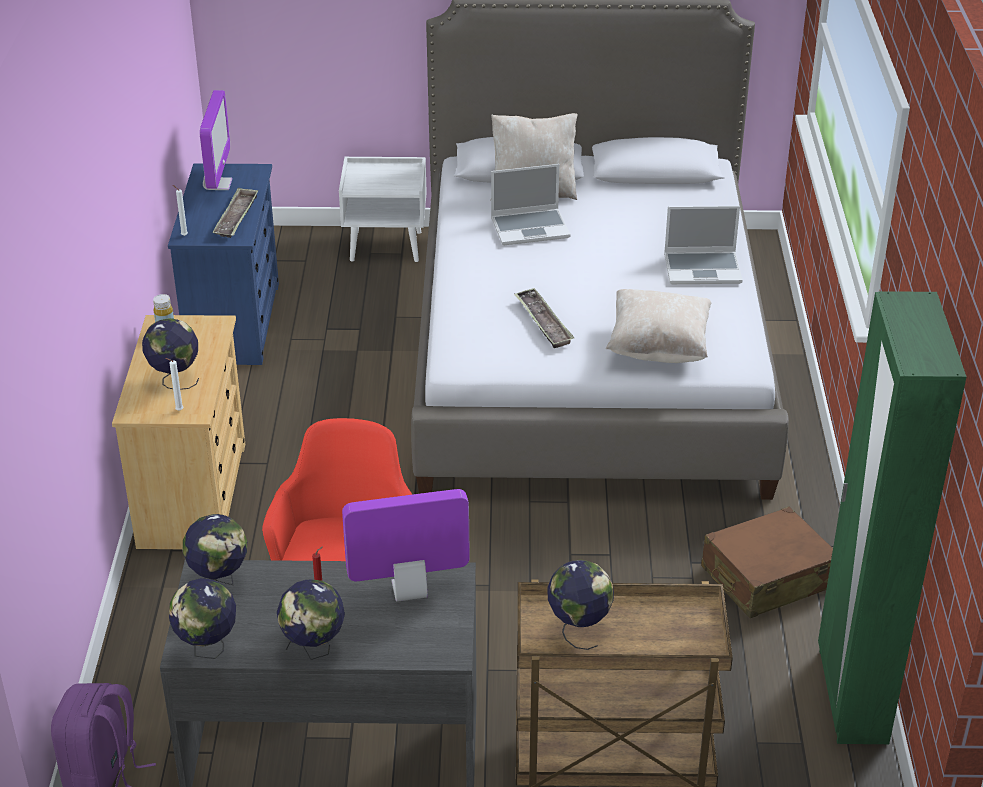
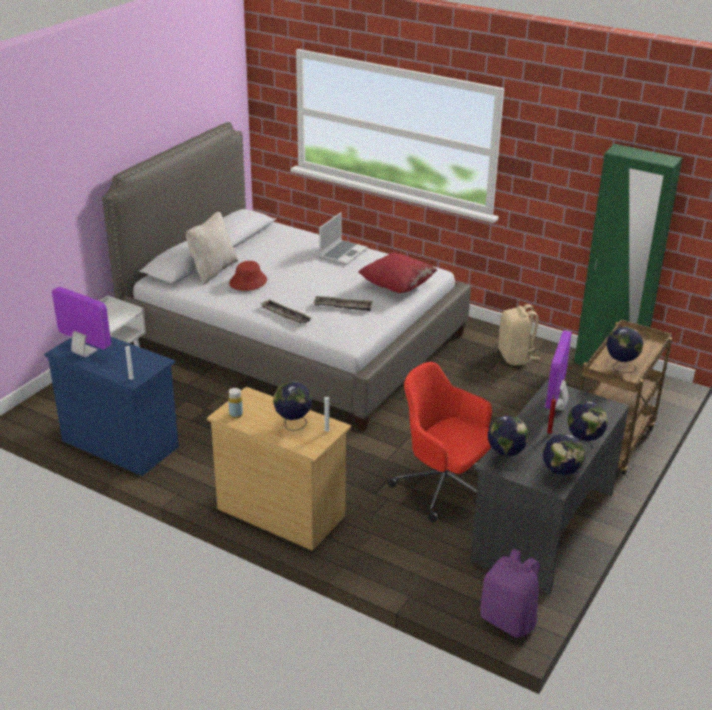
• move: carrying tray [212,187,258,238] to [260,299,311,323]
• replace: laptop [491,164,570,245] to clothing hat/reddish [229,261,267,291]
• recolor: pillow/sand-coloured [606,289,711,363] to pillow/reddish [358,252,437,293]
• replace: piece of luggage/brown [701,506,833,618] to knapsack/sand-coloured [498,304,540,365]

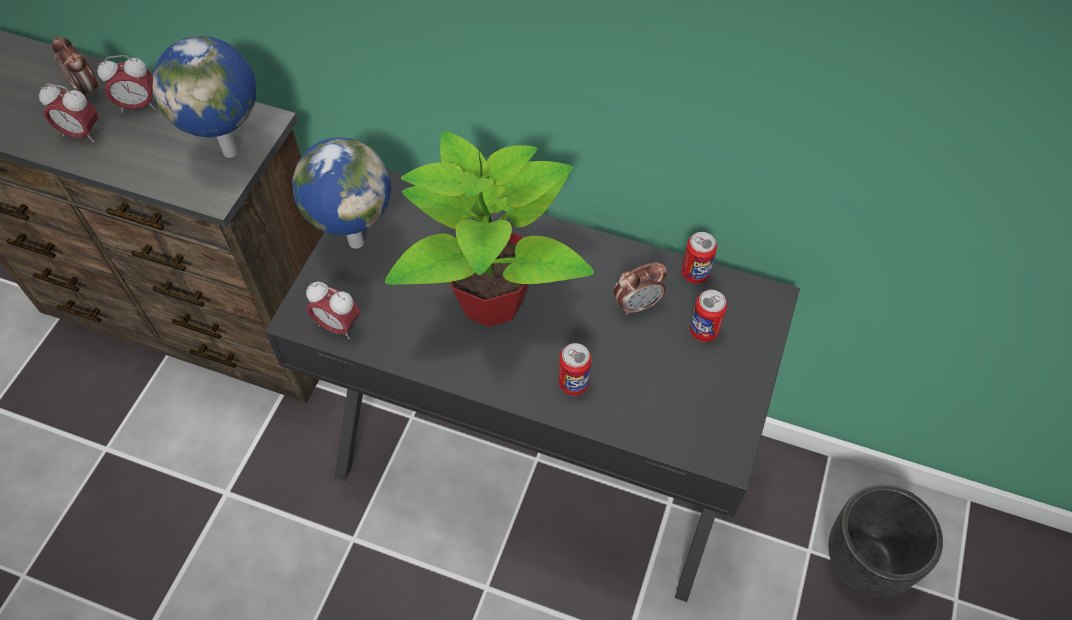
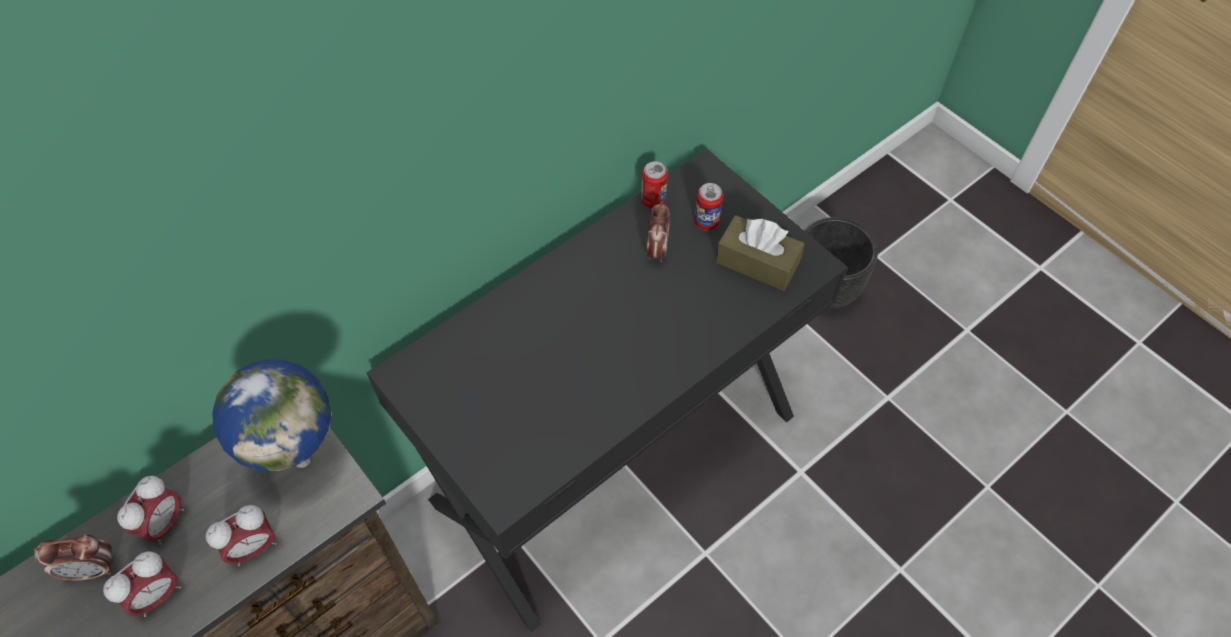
• delete: desk globe [292,137,391,249]
• move: alarm clock [306,282,360,339] to [206,505,277,566]
• delete: plant in a pot [385,131,594,327]
• delete: metal can [559,343,592,396]
• insert: tissue box/brown [716,215,805,291]

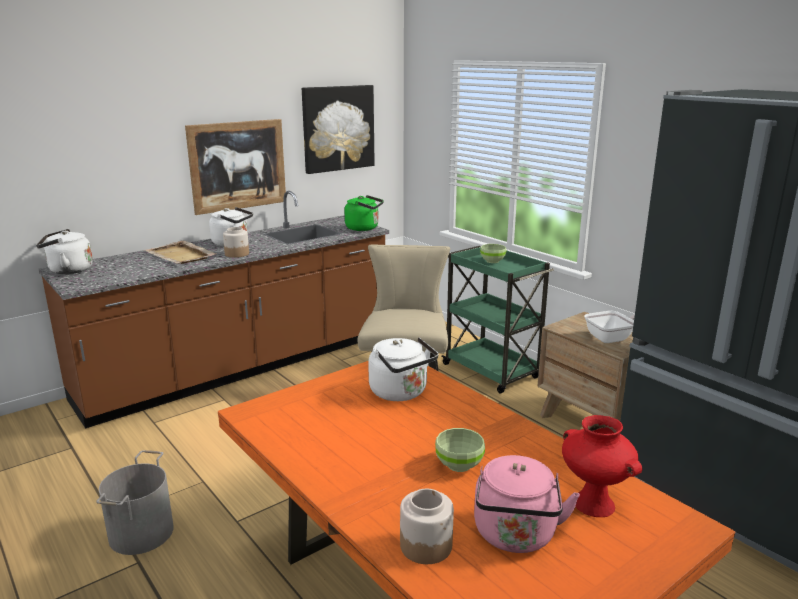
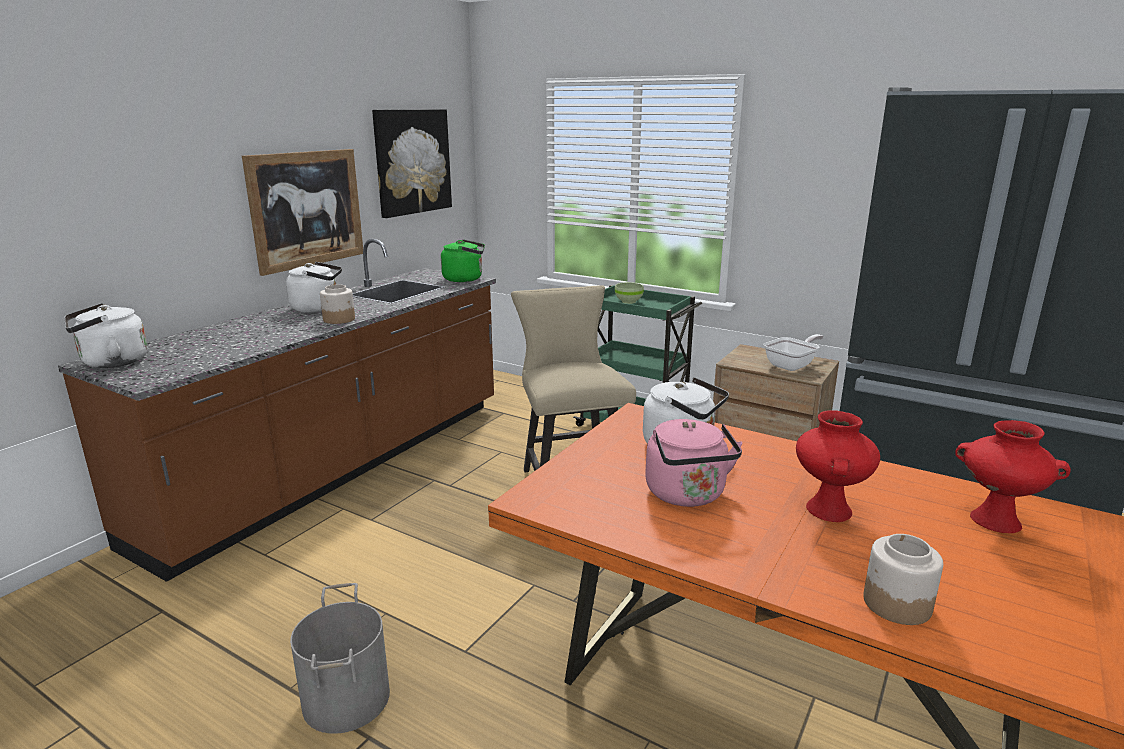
• delete: carrying tray/sand-coloured [145,240,216,264]
• replace: serving bowl/green-coloured [435,428,485,472] to flower vase/reddish [796,410,880,522]
• move: kettle/pink [474,455,580,553] to [645,419,743,507]

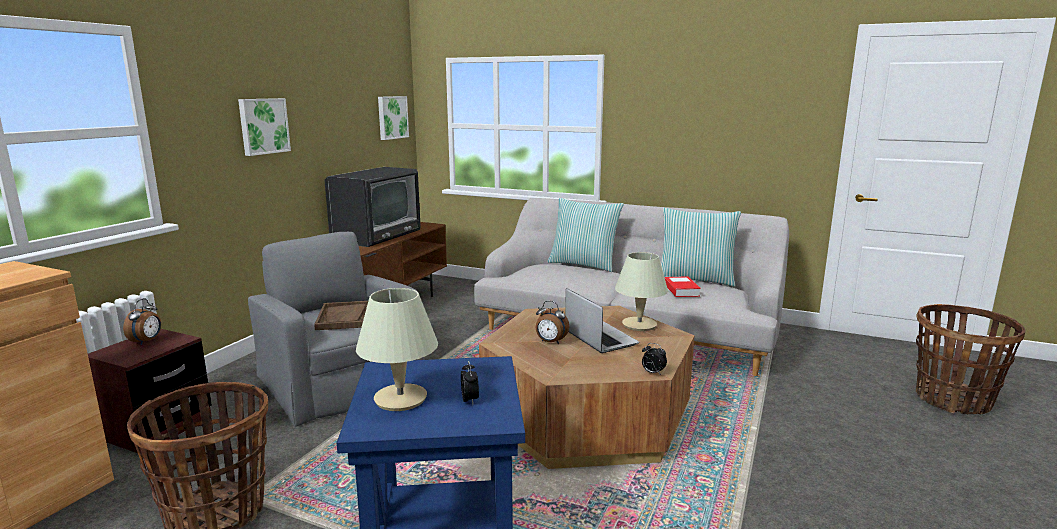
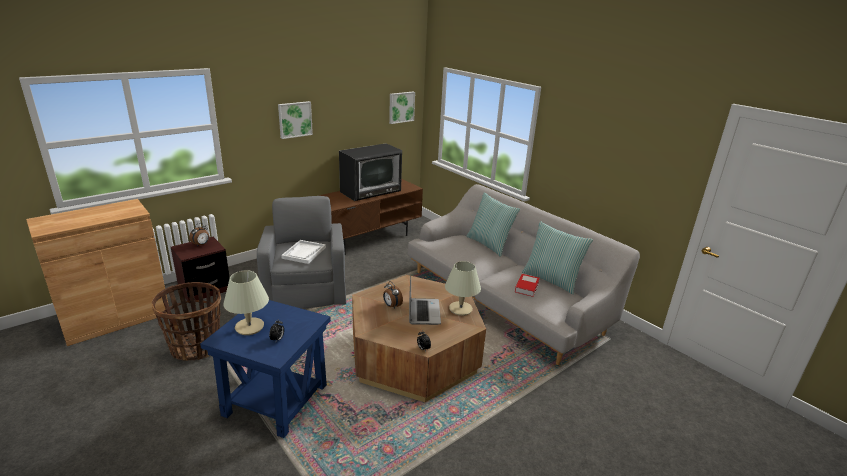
• recolor: carrying tray/brown [314,301,368,330] to carrying tray/whitish [281,240,326,264]
• delete: storage basket [916,304,1026,414]

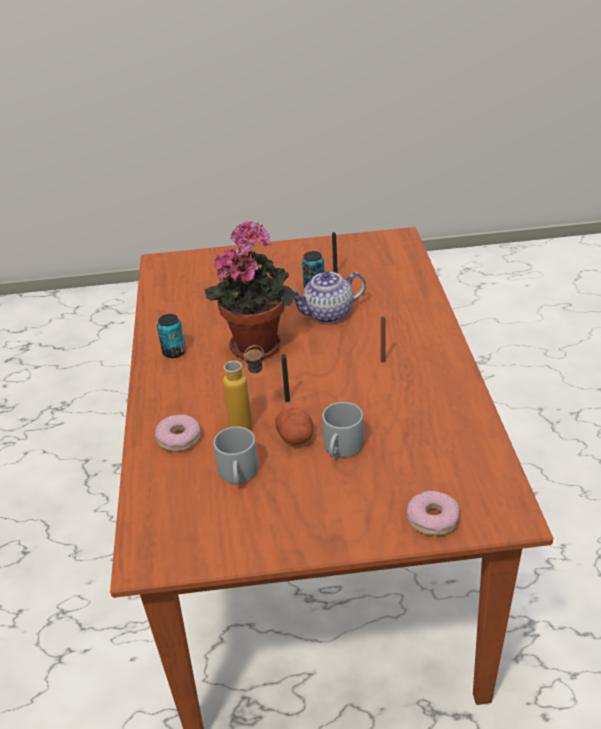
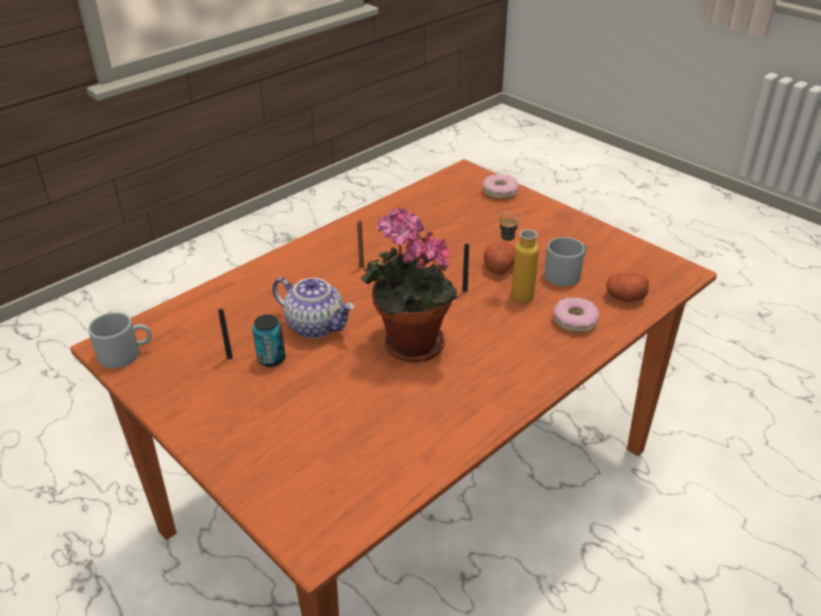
• delete: metal can [157,314,186,358]
• move: coffee mug/grey [322,402,364,457] to [88,312,152,368]
• insert: spud [606,273,649,302]

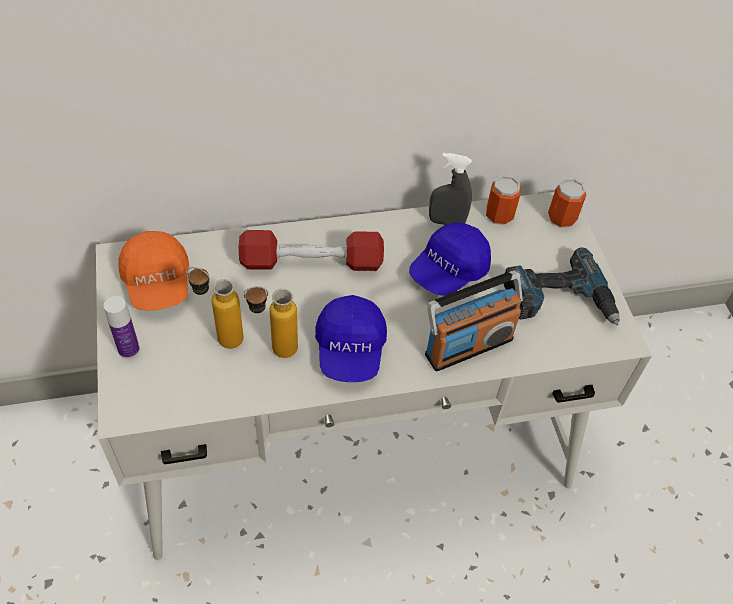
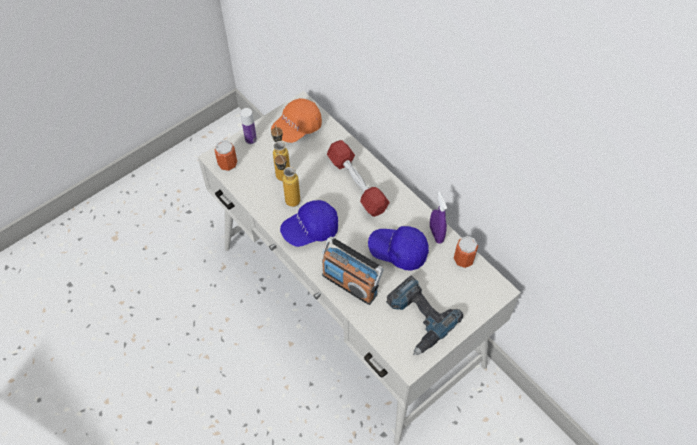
• recolor: sprayer/grey [429,153,472,225] to sprayer/purplish [430,191,447,244]
• move: metal can [548,179,586,228] to [214,140,237,171]

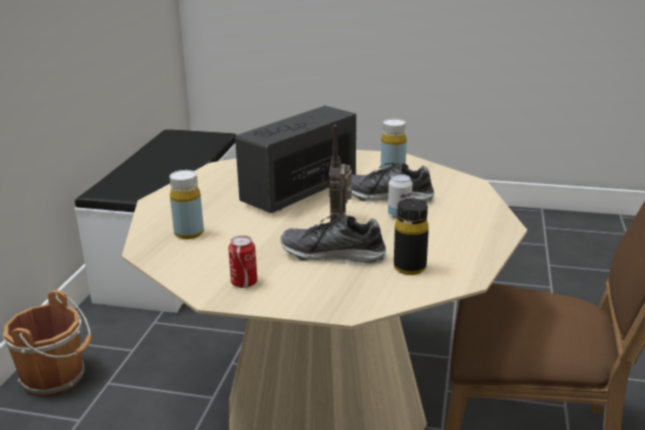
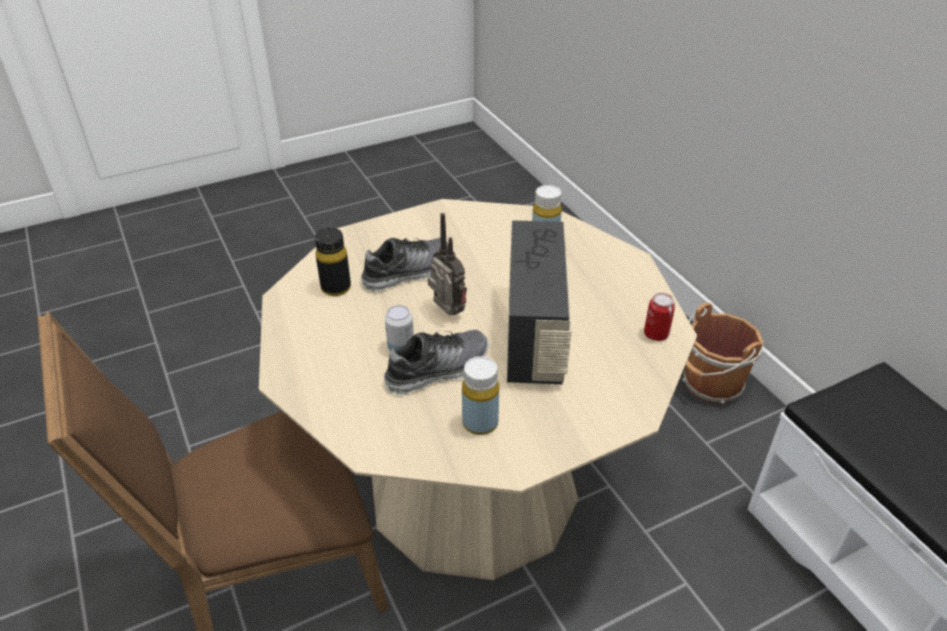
• move: metal can [228,236,257,288] to [644,293,675,341]

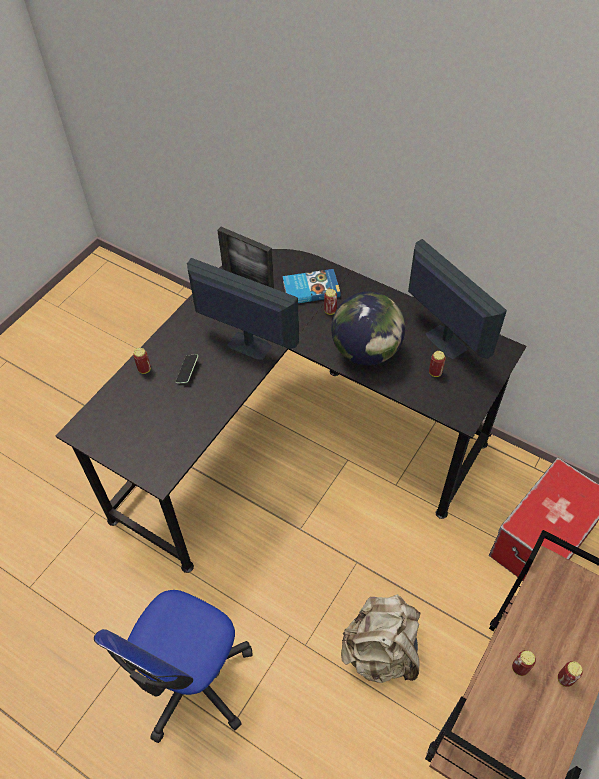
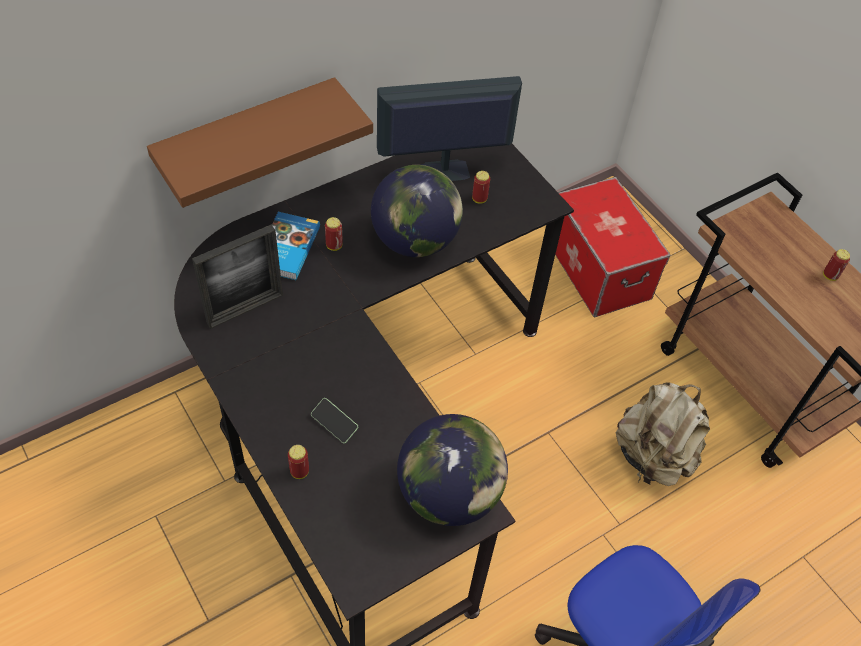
• delete: computer screen [187,258,299,360]
• delete: metal can [512,650,536,676]
• insert: bracket shelf/brown [147,77,373,208]
• insert: desk globe [397,414,508,526]

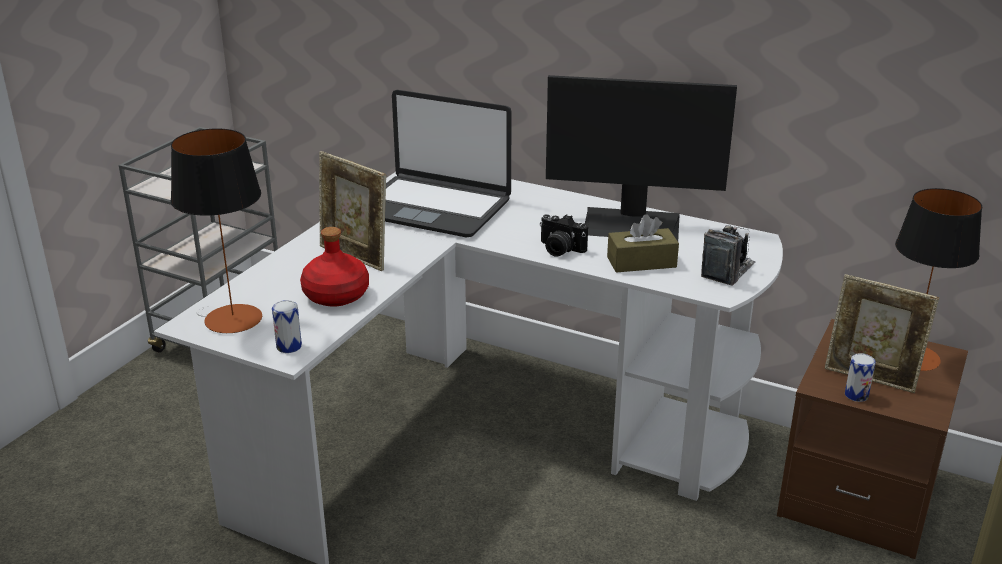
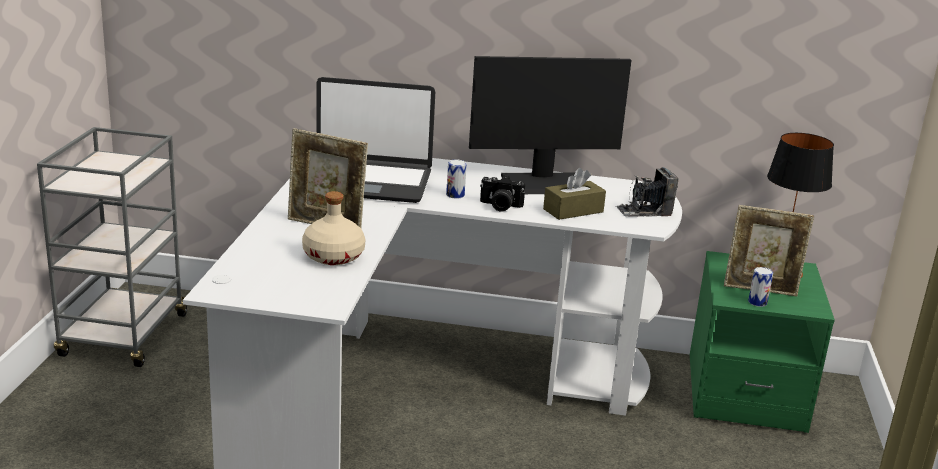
• delete: lamp for a table [171,128,262,333]
• move: metal can [272,300,302,353] to [446,159,467,199]
• recolor: bottle/reddish [300,227,369,307] to bottle/sand-coloured [302,191,366,265]
• rotate: still camera [701,225,756,286] = [616,167,679,217] 120 degrees counterclockwise
• recolor: bedside table/brown [777,319,968,559] to bedside table/green-coloured [690,251,835,433]

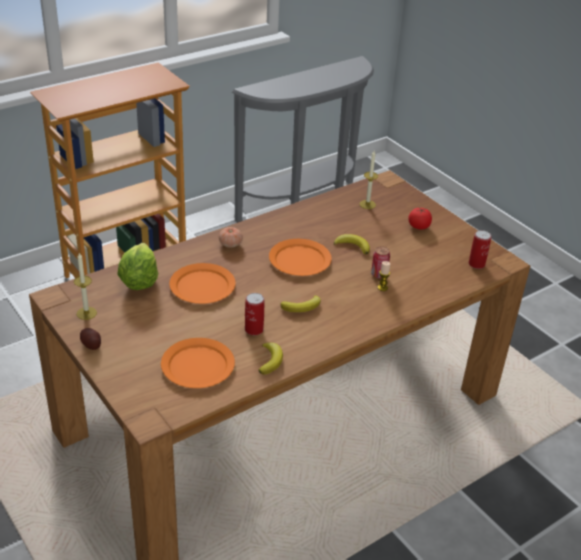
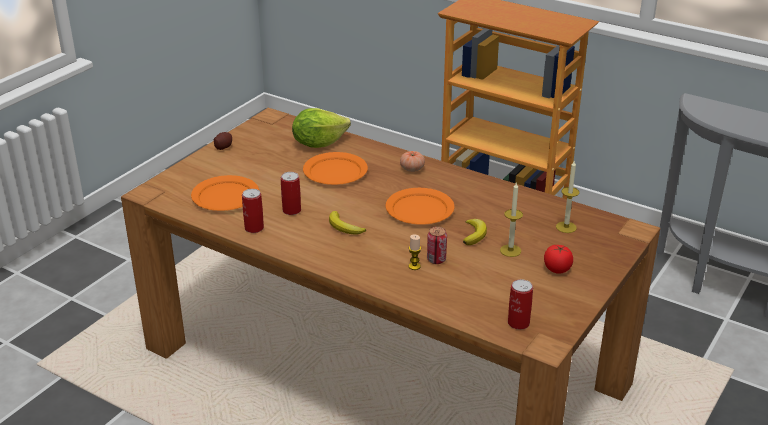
• move: candle [74,253,97,320] to [500,183,523,257]
• replace: banana [258,343,283,375] to metal can [242,189,264,233]

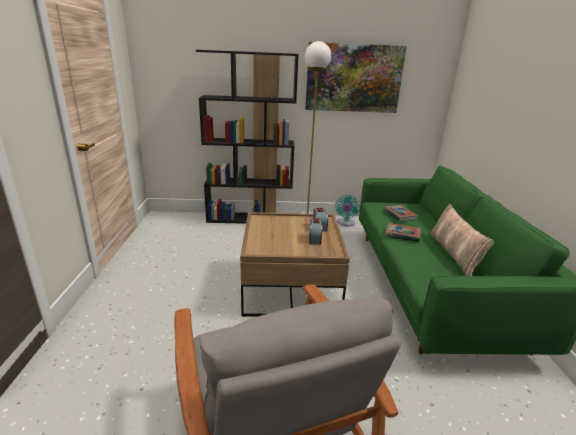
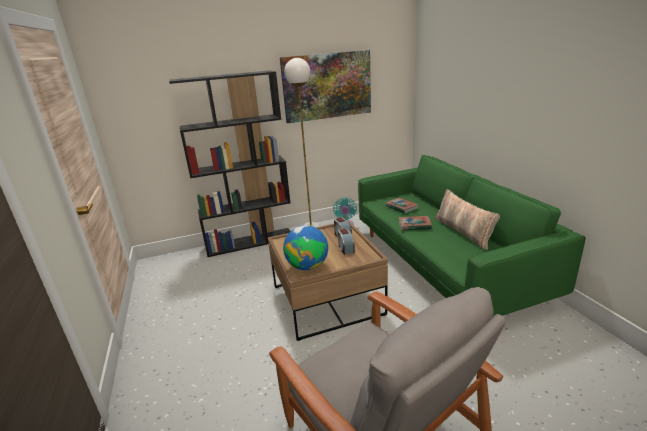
• insert: desk globe [283,225,328,270]

